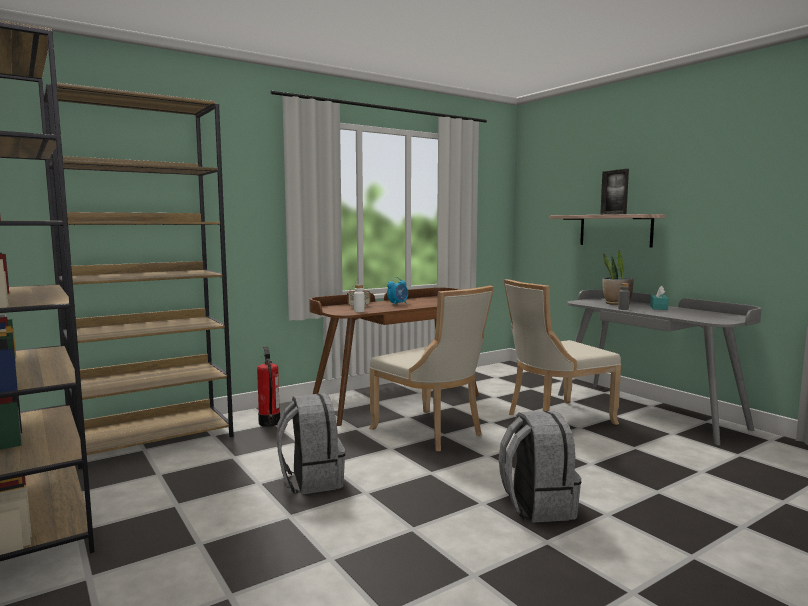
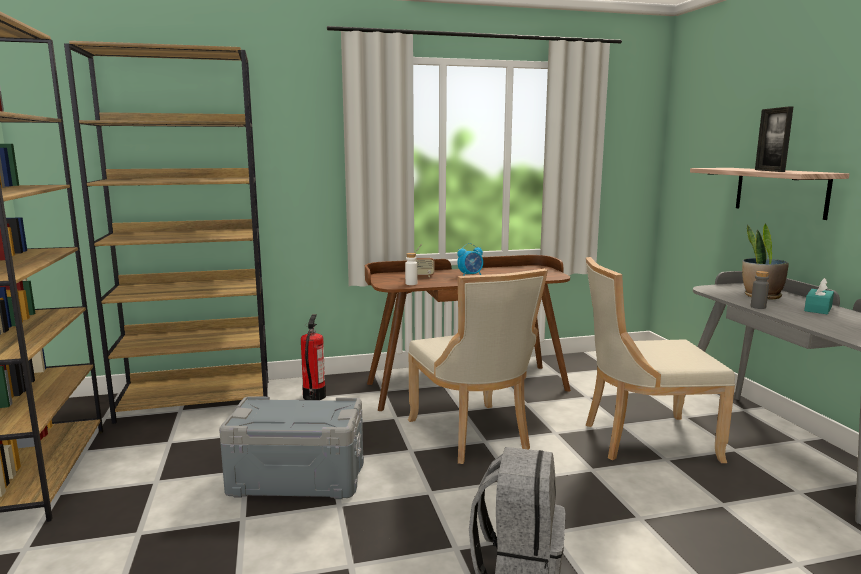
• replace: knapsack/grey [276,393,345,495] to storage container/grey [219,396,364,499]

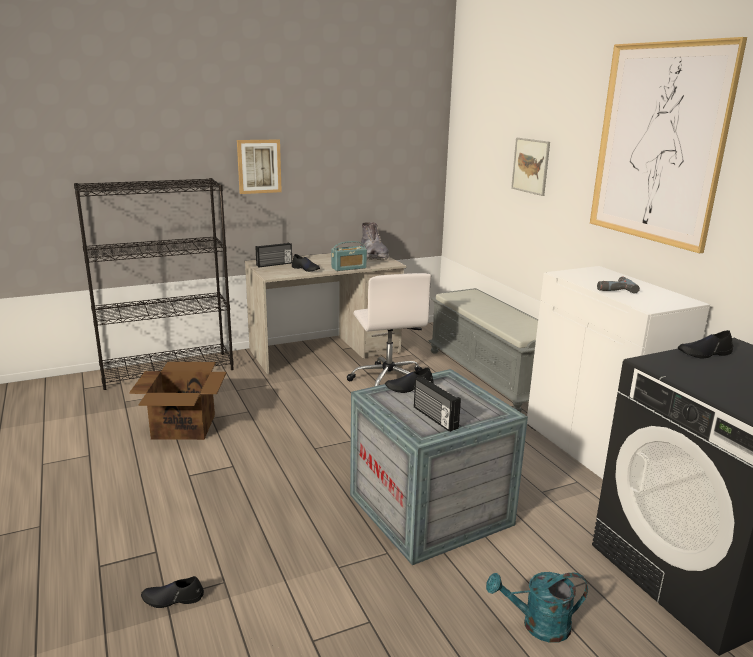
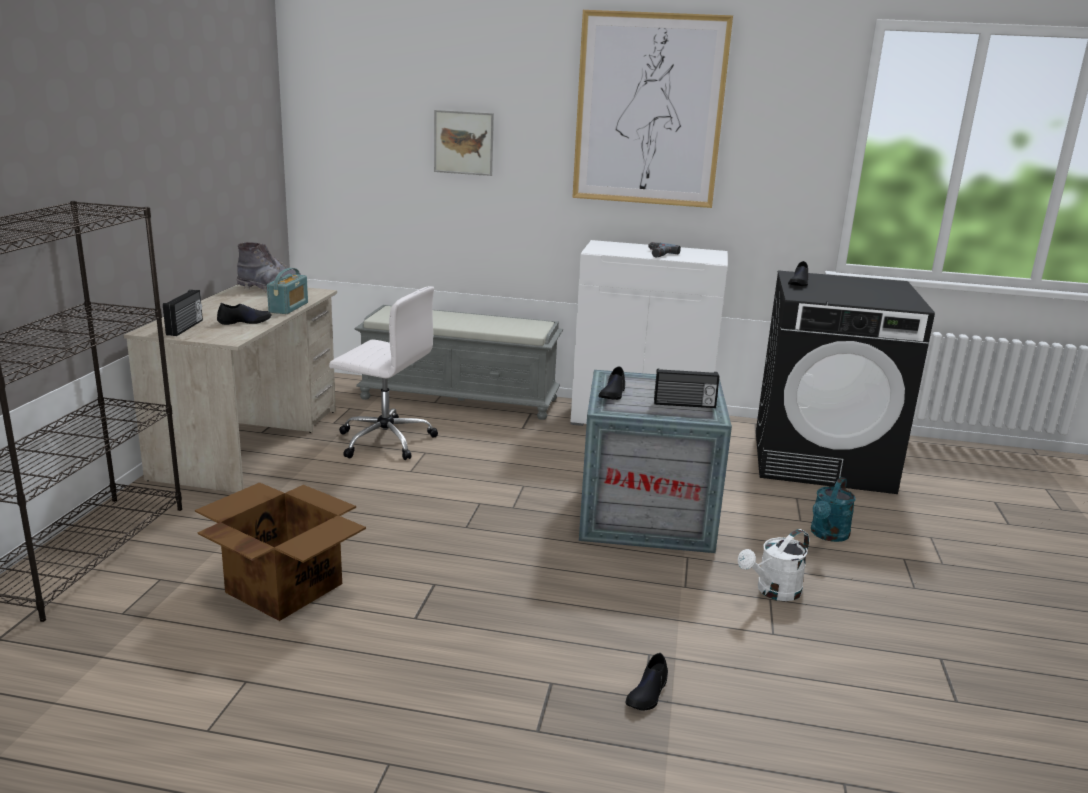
• delete: wall art [237,139,282,194]
• insert: watering can/whitish [738,529,809,601]

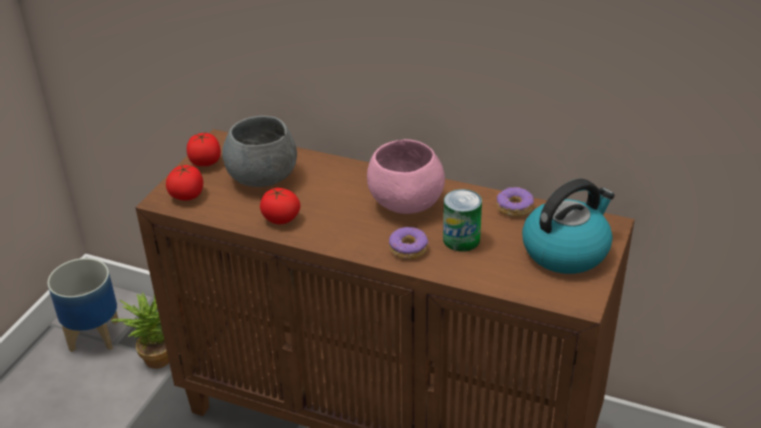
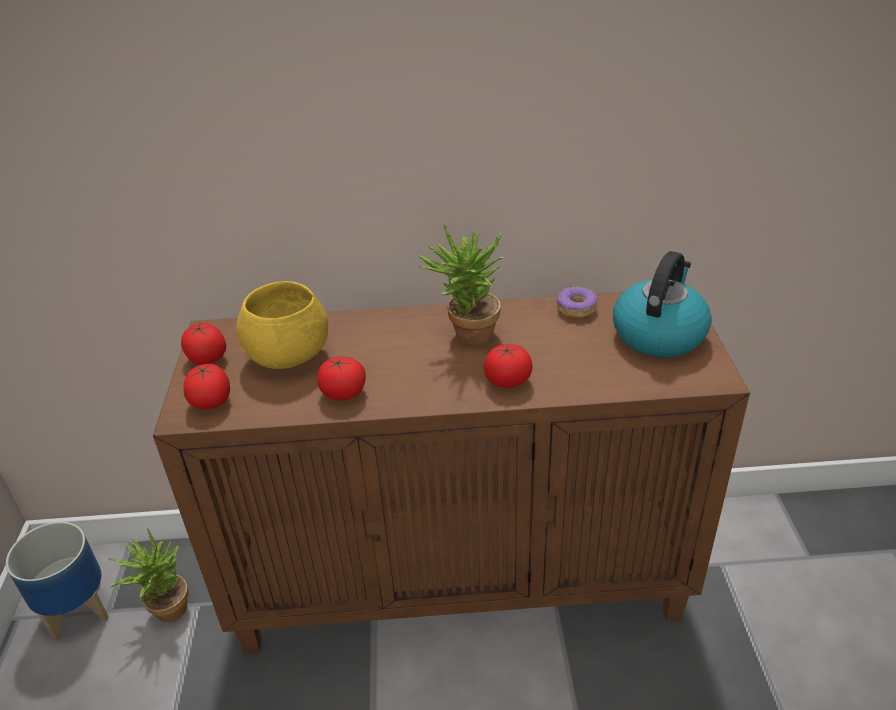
• recolor: serving bowl/grey [222,116,297,187] to serving bowl/yellowish [236,281,328,369]
• replace: serving bowl/pink [367,139,445,214] to plant in a pot [419,224,504,345]
• replace: donut [389,227,429,259] to tomato [484,343,532,388]
• delete: metal can [443,189,482,252]

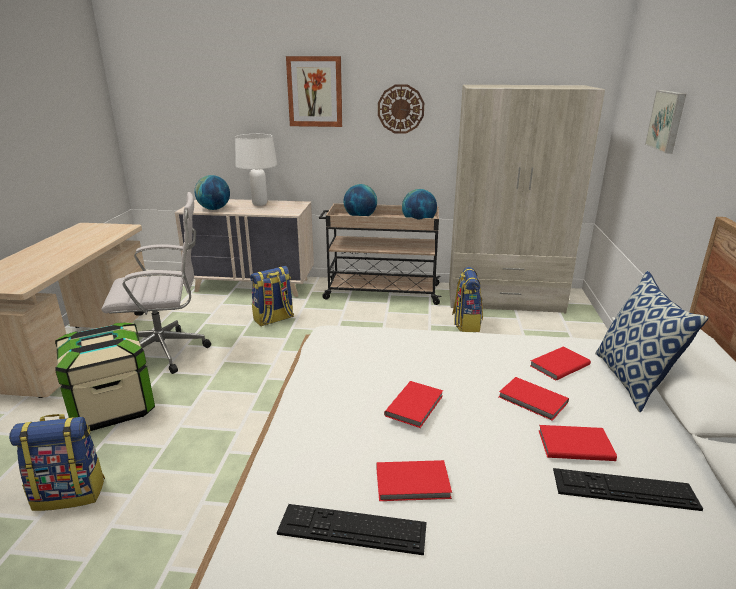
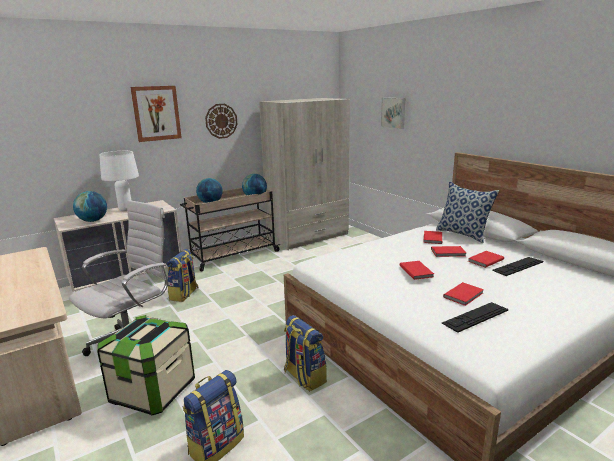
• move: knapsack [452,267,483,332] to [284,315,327,391]

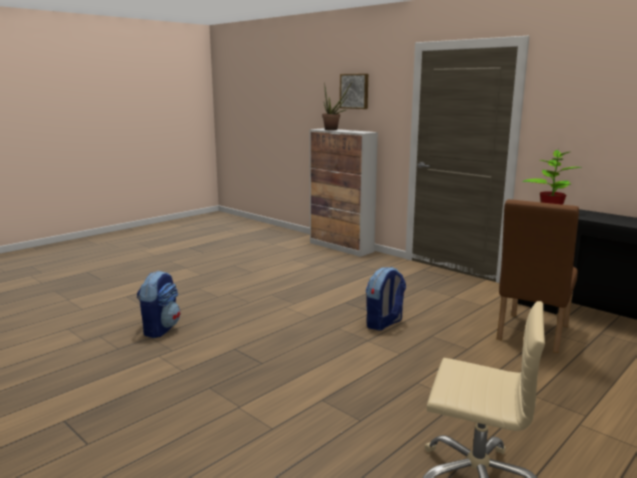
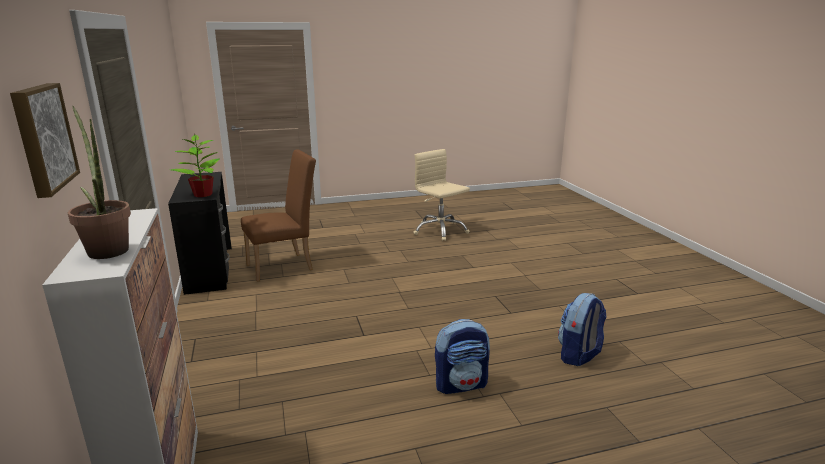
• move: knapsack [366,267,406,331] to [435,319,490,394]

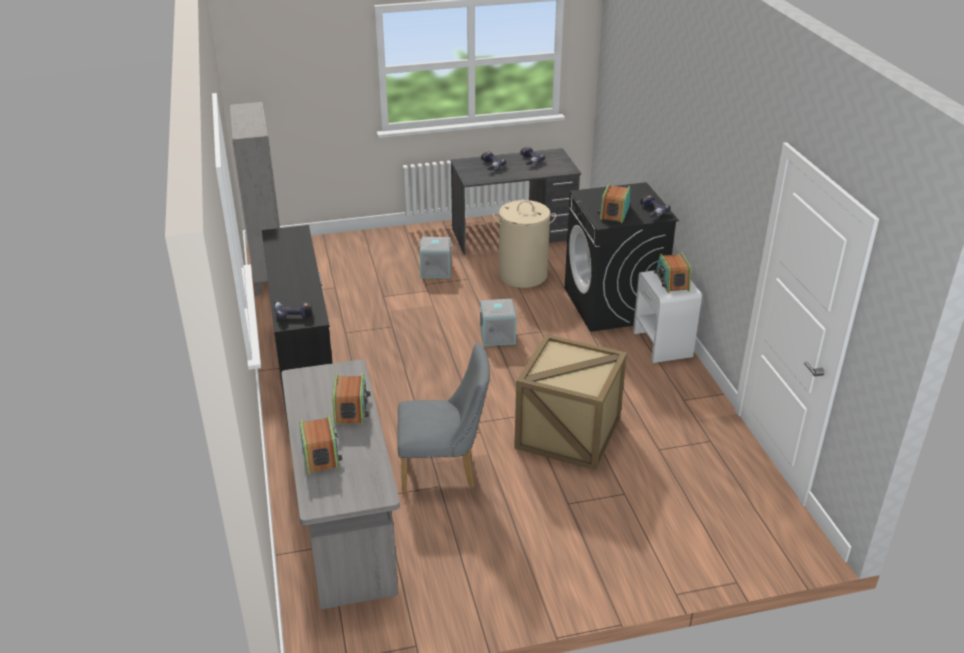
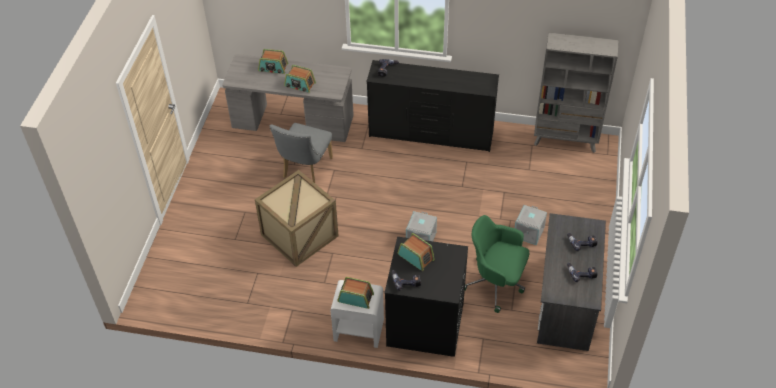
• replace: washing basket/sand-coloured [493,200,556,288] to computer chair/green-coloured [465,215,529,313]

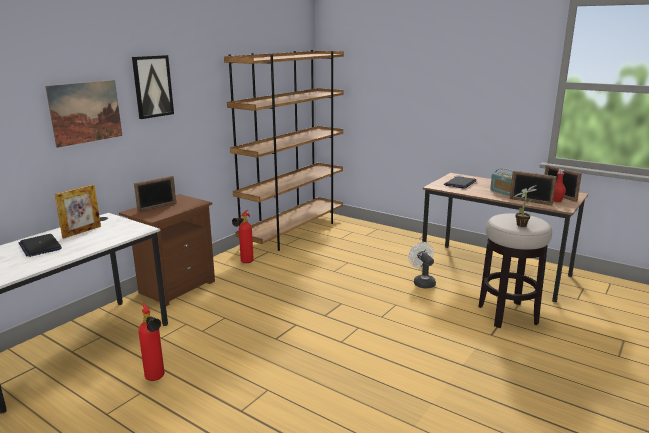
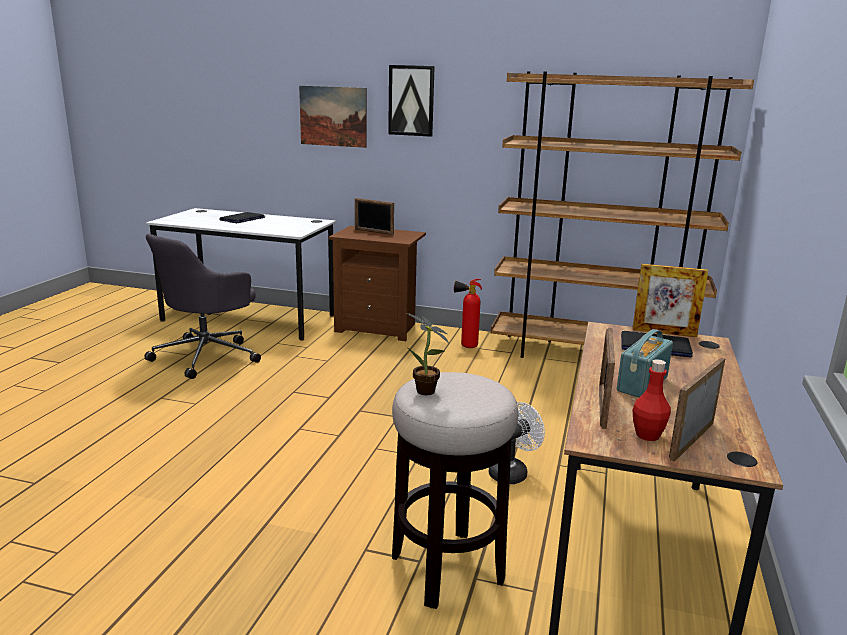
• move: picture frame [54,184,101,238] to [632,264,708,337]
• replace: fire-fighting cylinder [138,303,165,381] to computer chair/grey [144,234,261,379]

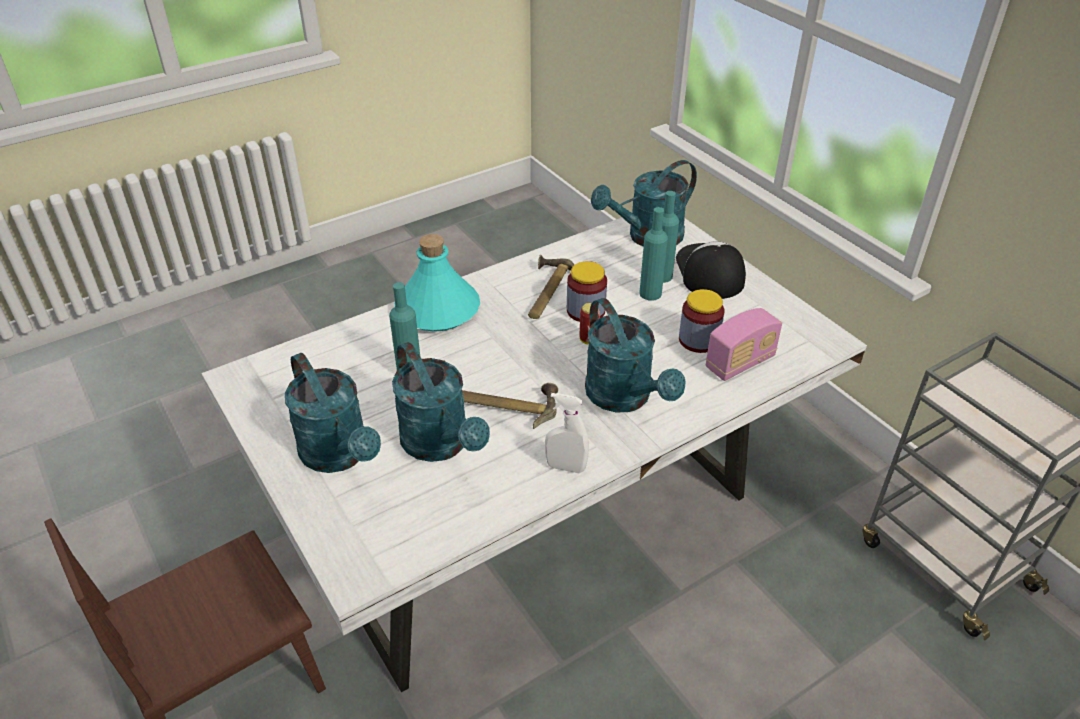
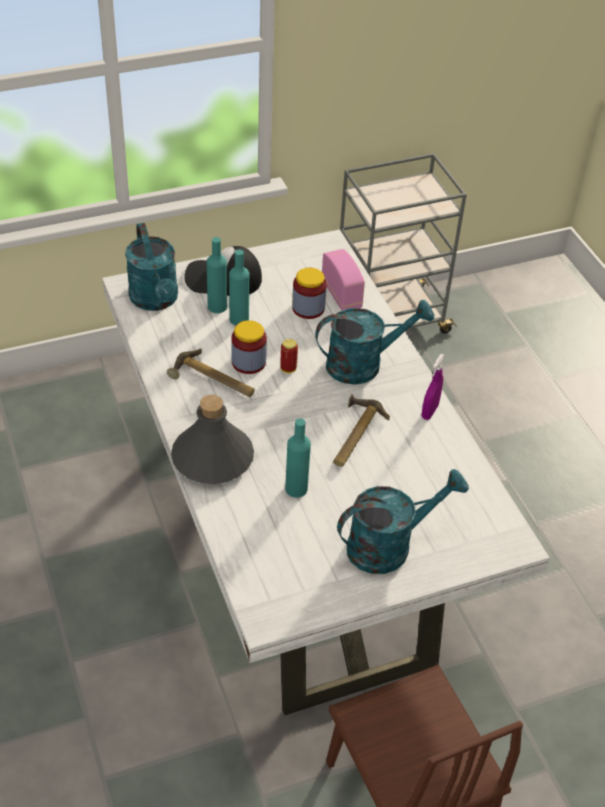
• delete: watering can/blue-green [392,342,490,462]
• recolor: bottle/blue-green [394,234,480,332] to bottle/grey [171,395,254,484]
• recolor: sprayer/whitish [545,393,589,473] to sprayer/purplish [422,354,445,420]

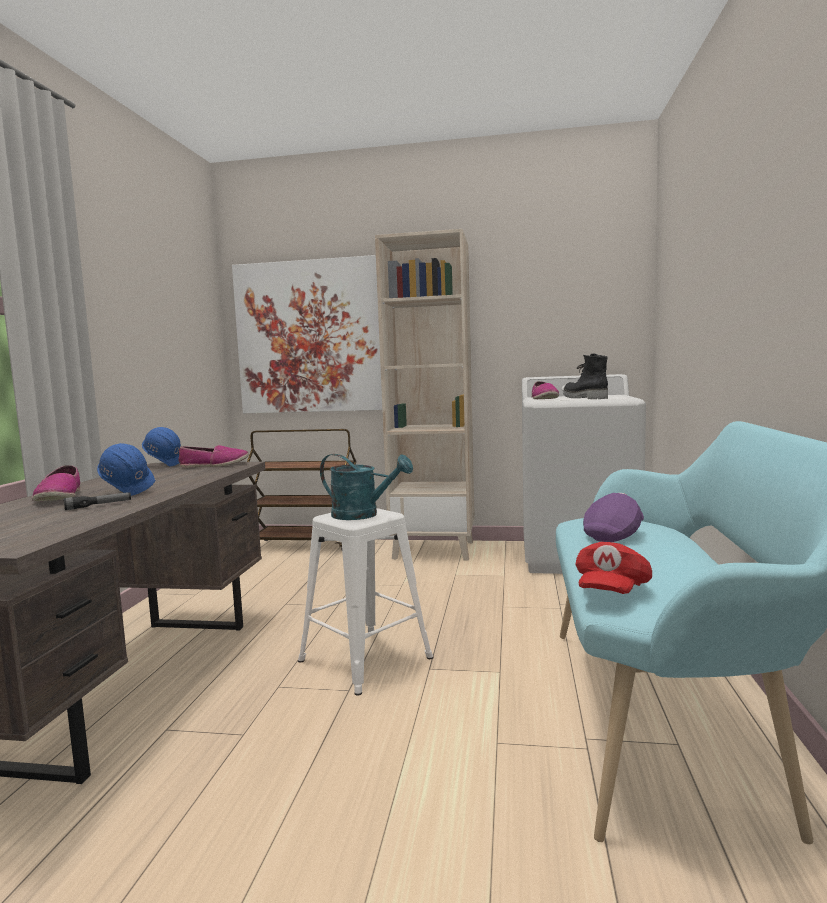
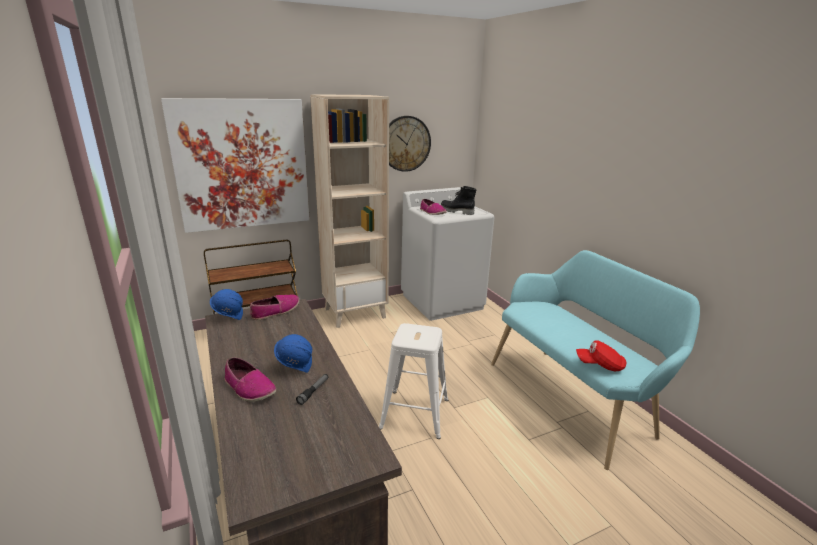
• delete: watering can/blue-green [320,454,413,520]
• rotate: peaked cap/reddish [575,542,652,594] = [576,340,627,371] 105 degrees clockwise
• delete: peaked cap/purplish [583,493,644,542]
• insert: hanging clock [389,116,431,172]

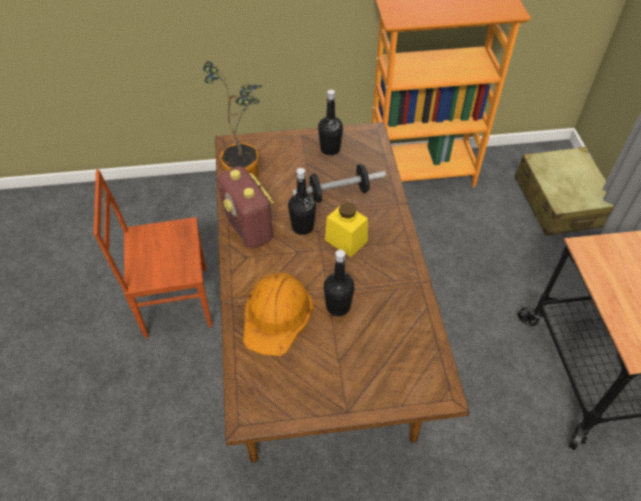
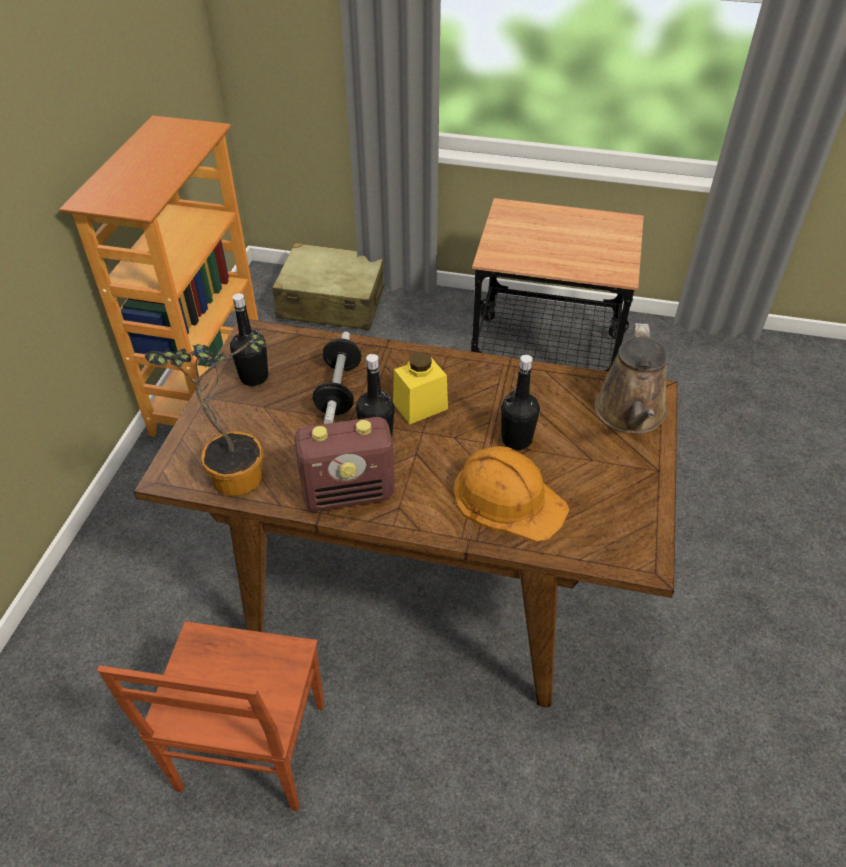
• insert: watering can/brown [594,323,668,434]

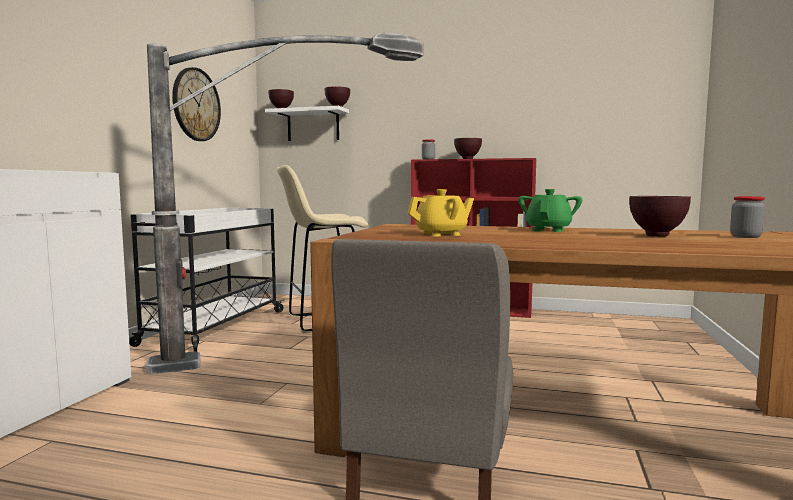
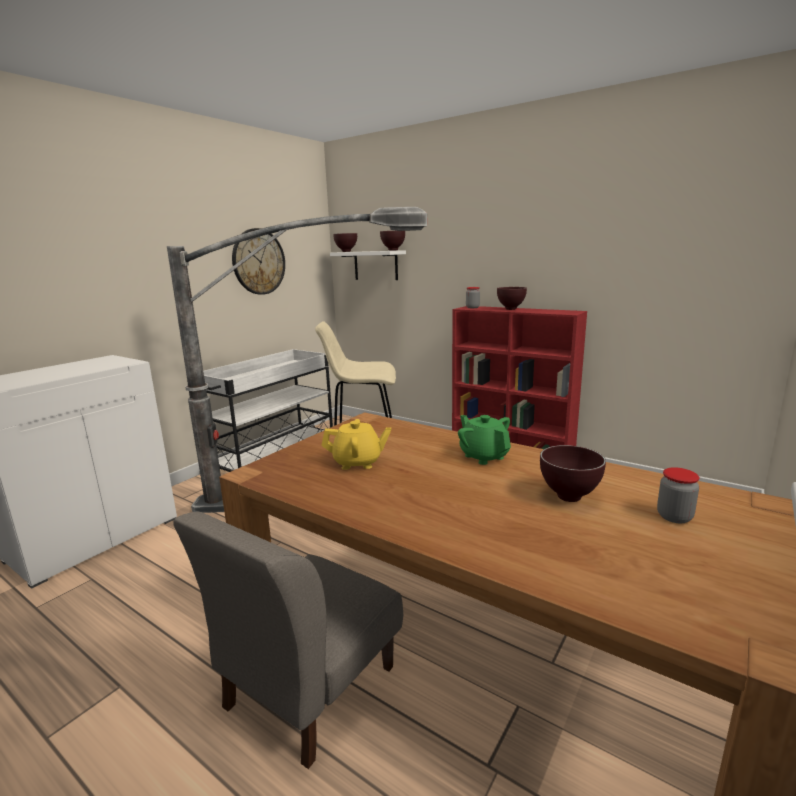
• rotate: pot for tea/green-coloured [518,189,582,232] = [458,415,511,465] 75 degrees counterclockwise

